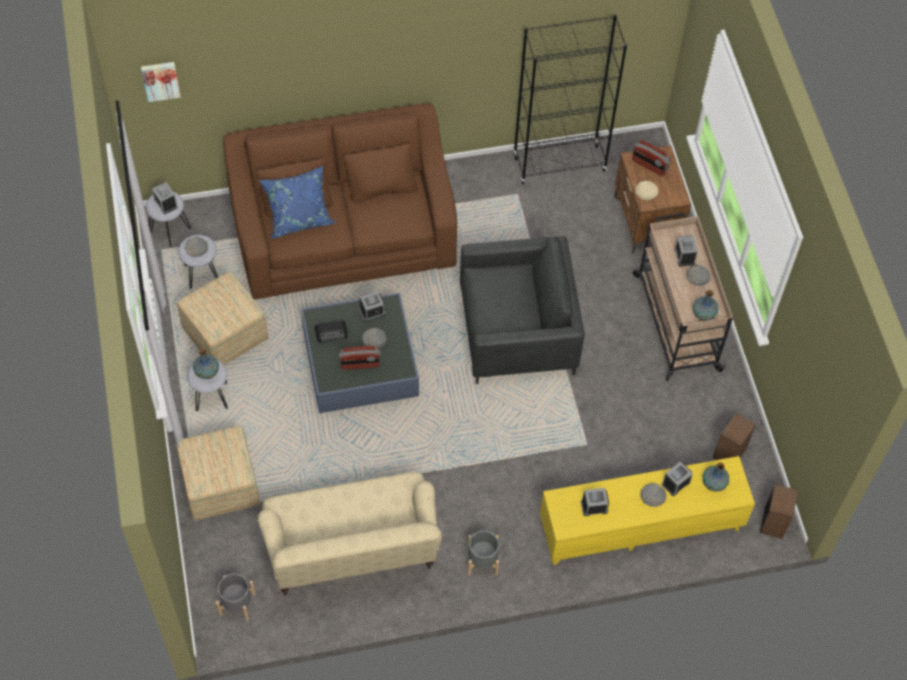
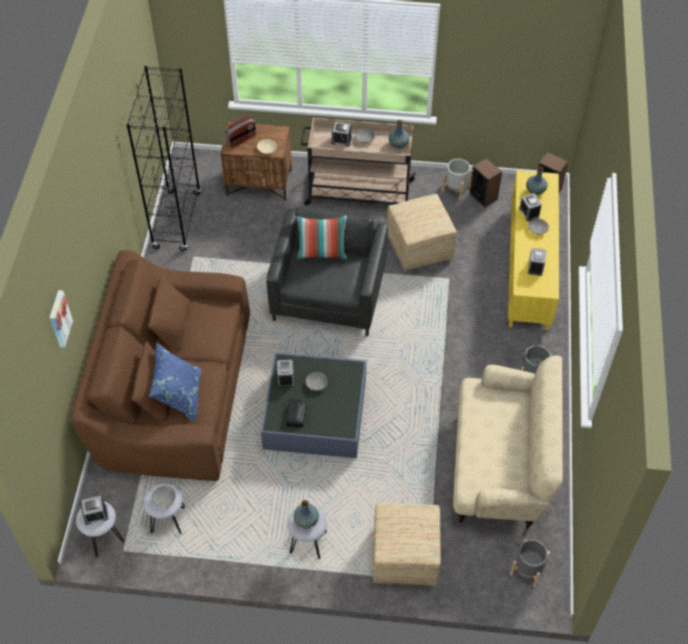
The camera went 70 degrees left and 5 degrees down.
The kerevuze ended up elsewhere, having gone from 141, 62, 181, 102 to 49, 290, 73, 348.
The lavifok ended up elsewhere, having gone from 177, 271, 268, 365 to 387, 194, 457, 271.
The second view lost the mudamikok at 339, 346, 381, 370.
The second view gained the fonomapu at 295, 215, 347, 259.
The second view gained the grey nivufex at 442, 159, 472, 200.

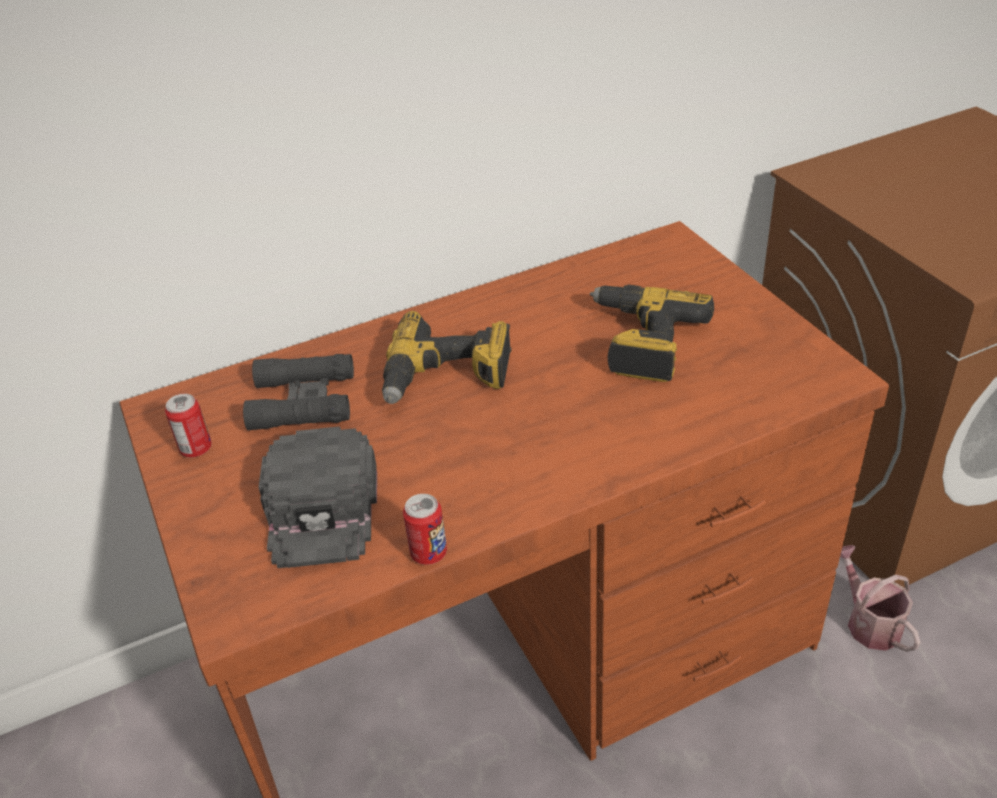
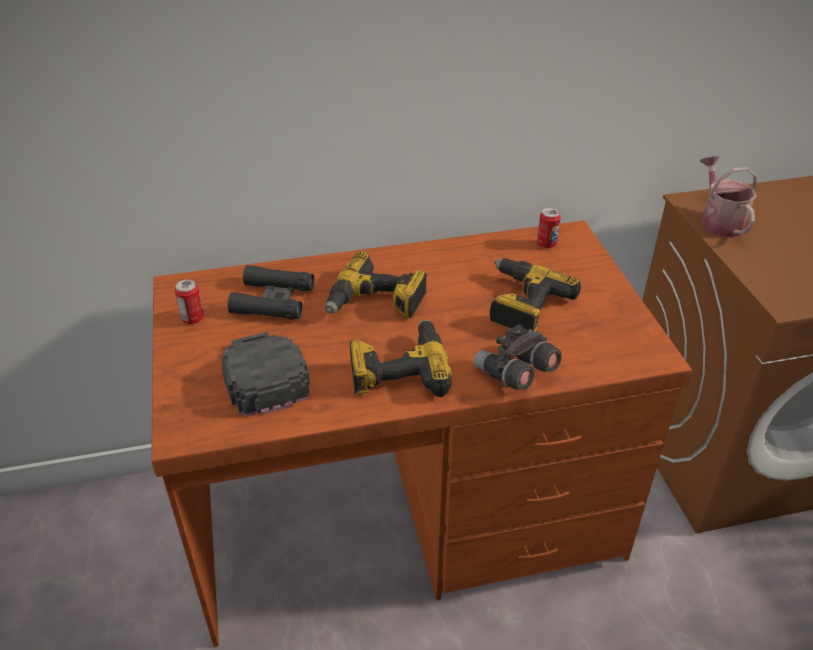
The camera went 10 degrees right and 0 degrees up.
The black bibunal at 258, 427, 377, 568 ended up facing another way, 150 degrees clockwise from before.
The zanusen ended up elsewhere, having gone from 403, 494, 447, 565 to 537, 208, 561, 248.
The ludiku ended up elsewhere, having gone from 840, 545, 921, 652 to 700, 156, 757, 237.
The second view gained the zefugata at 350, 319, 452, 397.
The second view gained the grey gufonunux at 474, 324, 562, 390.

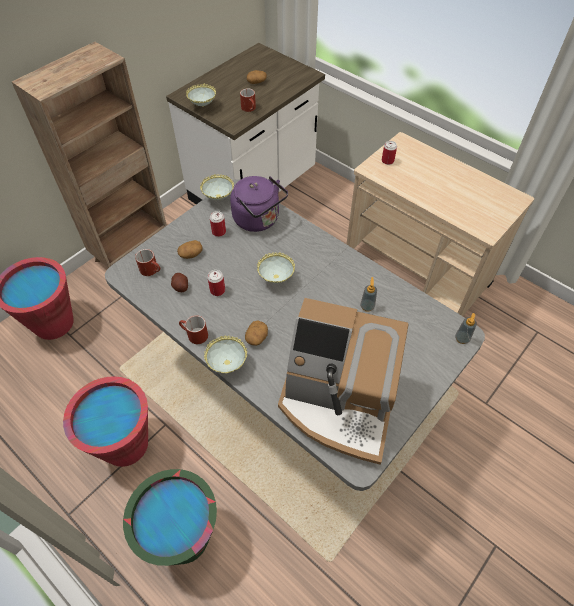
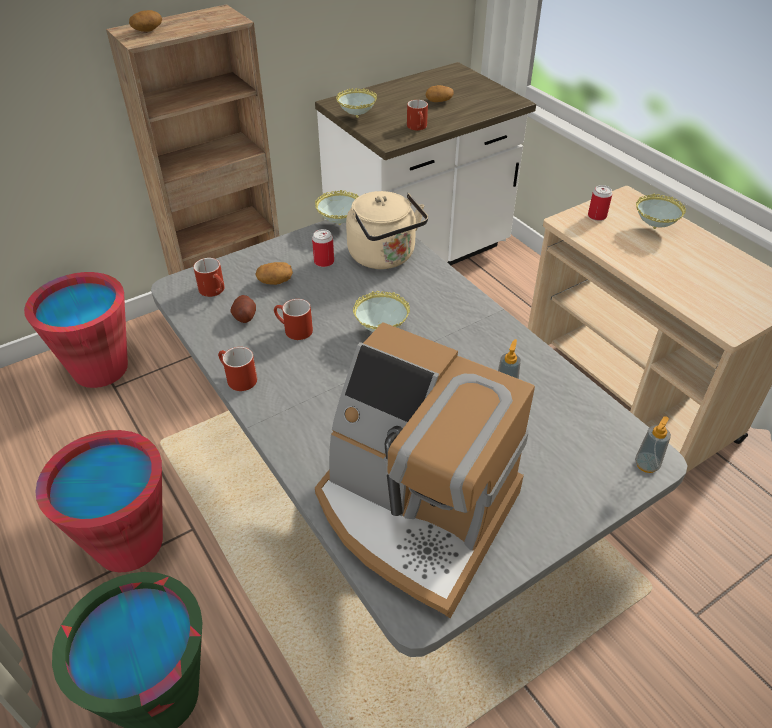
The camera went 15 degrees right and 10 degrees down.
The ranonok ended up elsewhere, having gone from 204, 336, 247, 373 to 636, 194, 686, 229.
Where the zanusen stood at 208, 270, 225, 296, the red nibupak came to stand at 274, 299, 313, 340.
What was the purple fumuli at 230, 176, 288, 232 turned into the beige fumuli at 346, 191, 428, 269.
The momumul ended up elsewhere, having gone from 245, 321, 268, 346 to 129, 10, 162, 32.

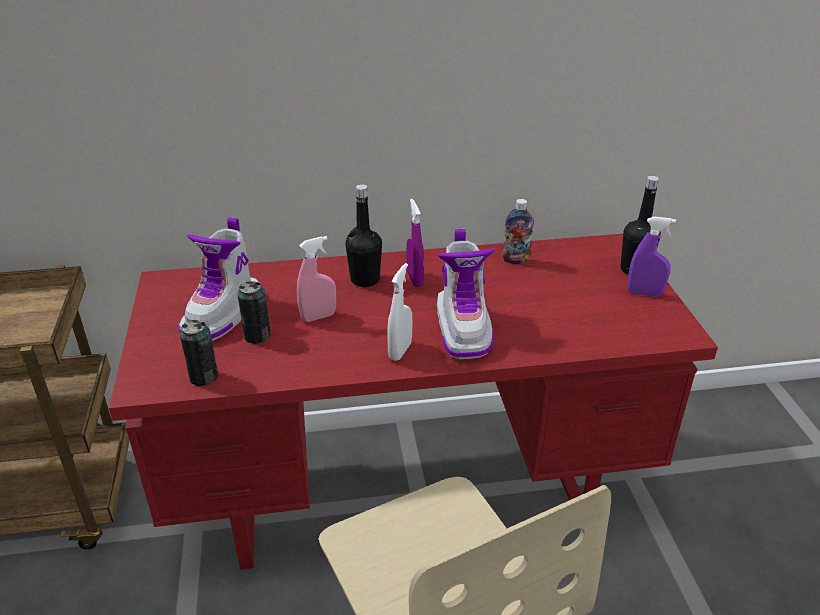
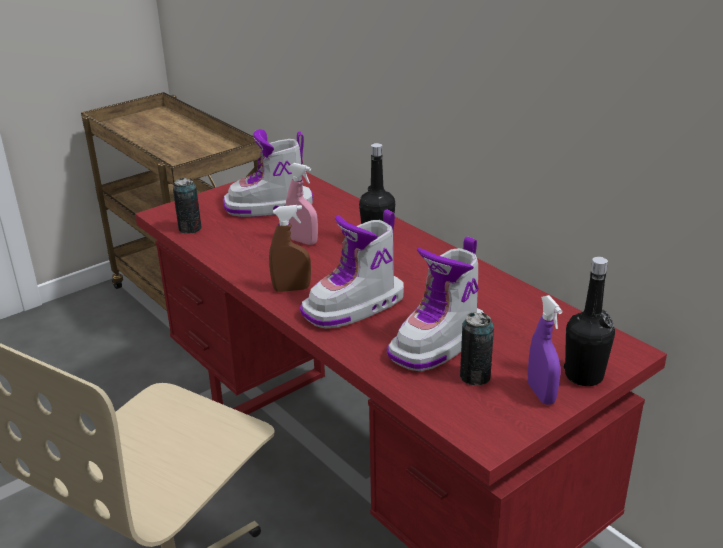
The camera went 60 degrees right and 5 degrees down.
The zanusen ended up elsewhere, having gone from 237, 281, 271, 344 to 460, 312, 494, 385.
What was the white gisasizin at 387, 263, 412, 361 turned into the brown gisasizin at 269, 205, 311, 292.
The second view lost the purple gisasizin at 406, 199, 424, 287.
The second view lost the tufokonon at 502, 199, 534, 264.
The second view gained the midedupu at 387, 236, 484, 371.

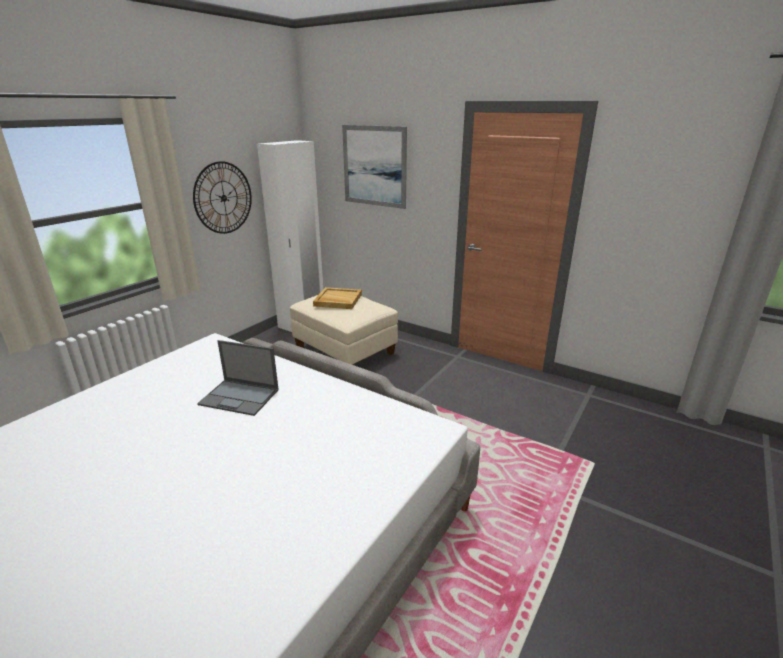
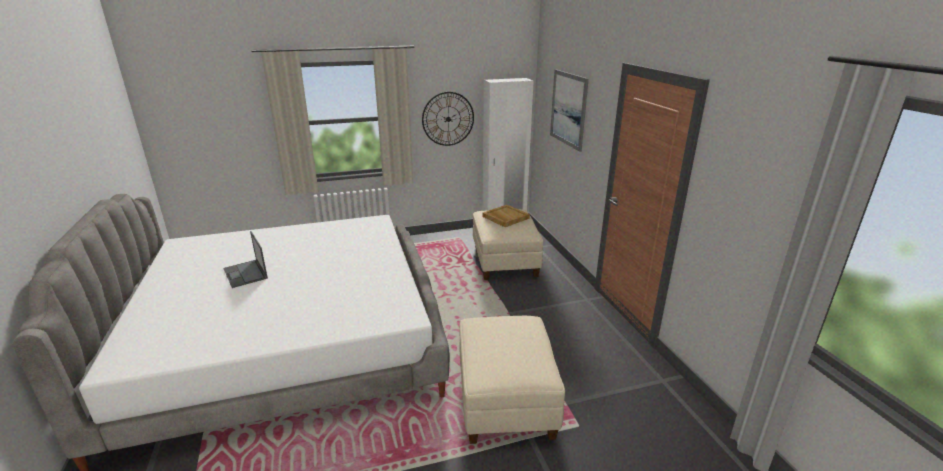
The camera went 40 degrees right and 0 degrees up.
The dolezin ended up elsewhere, having gone from 197, 340, 279, 416 to 224, 231, 268, 288.
The second view gained the beige lavifok at 459, 316, 565, 444.

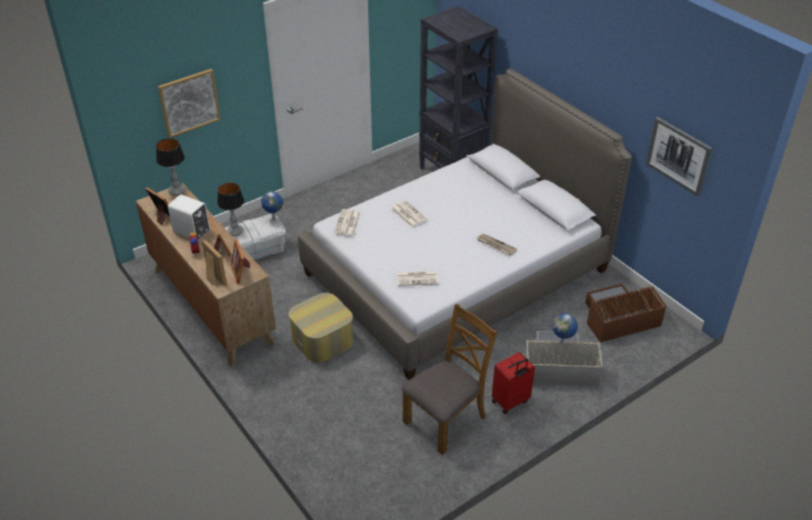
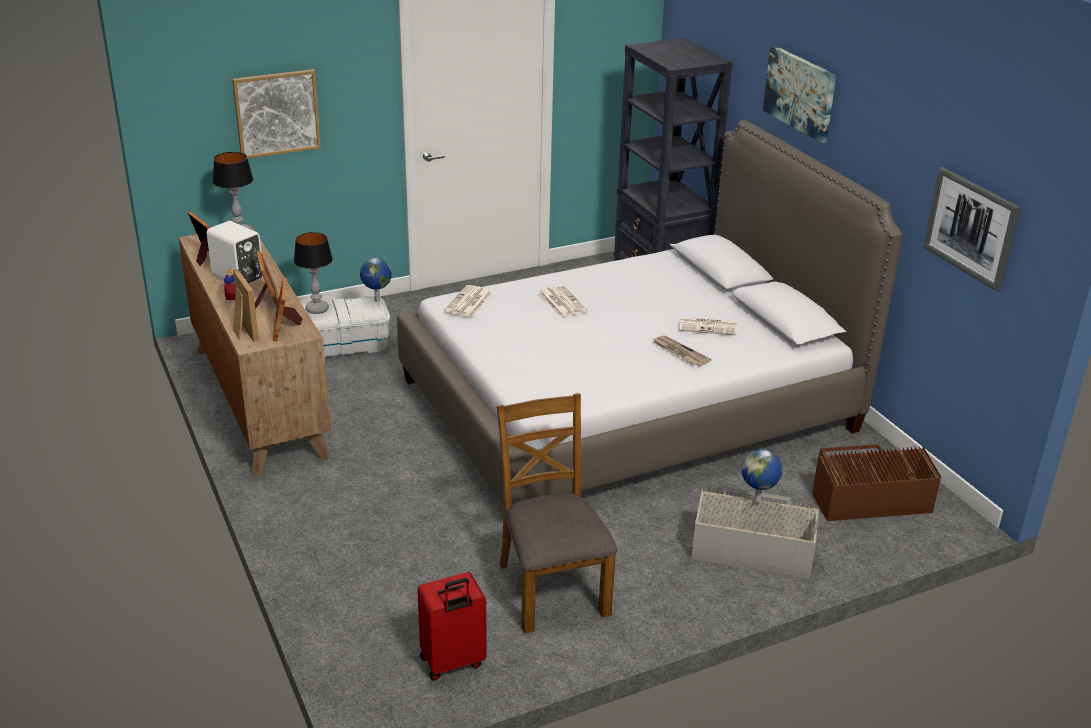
The camera went 10 degrees right and 10 degrees down.
The second view lost the lavifok at 288, 293, 354, 363.
The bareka ended up elsewhere, having gone from 397, 271, 438, 286 to 679, 317, 737, 335.
The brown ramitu at 402, 304, 497, 455 ended up facing another way, 75 degrees counterclockwise from before.
The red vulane ended up elsewhere, having gone from 492, 352, 535, 414 to 417, 572, 487, 681.
The second view gained the kerevuze at 763, 46, 836, 143.

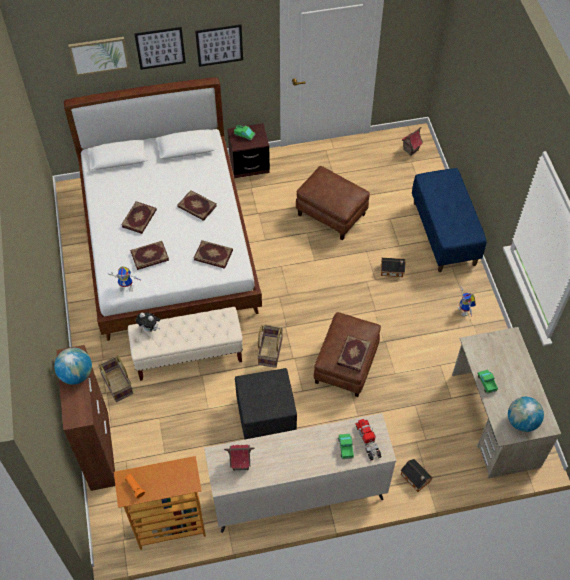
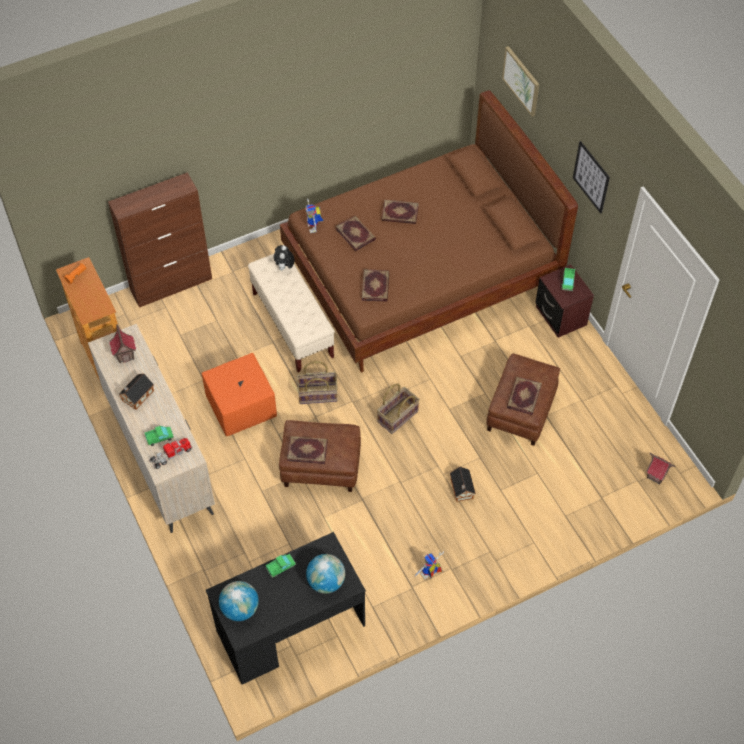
The camera went 75 degrees right and 0 degrees up.
The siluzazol ended up elsewhere, having gone from 54, 348, 92, 384 to 306, 554, 345, 594.
What was the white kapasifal at 64, 77, 262, 341 turned into the brown kapasifal at 280, 90, 578, 372.
The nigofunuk ended up elsewhere, having gone from 98, 356, 133, 402 to 377, 383, 420, 434.
The second view lost the kerevuze at 134, 27, 186, 70.
The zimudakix ended up elsewhere, having gone from 177, 190, 217, 221 to 507, 377, 542, 415.
What was the black lavifok at 235, 368, 297, 439 turned into the orange lavifok at 202, 353, 277, 436.
The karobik ended up elsewhere, having gone from 400, 459, 433, 492 to 118, 374, 154, 410.
The second view lost the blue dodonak at 412, 168, 487, 272.
What was the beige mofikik at 452, 327, 561, 478 turned into the black mofikik at 206, 532, 366, 685.

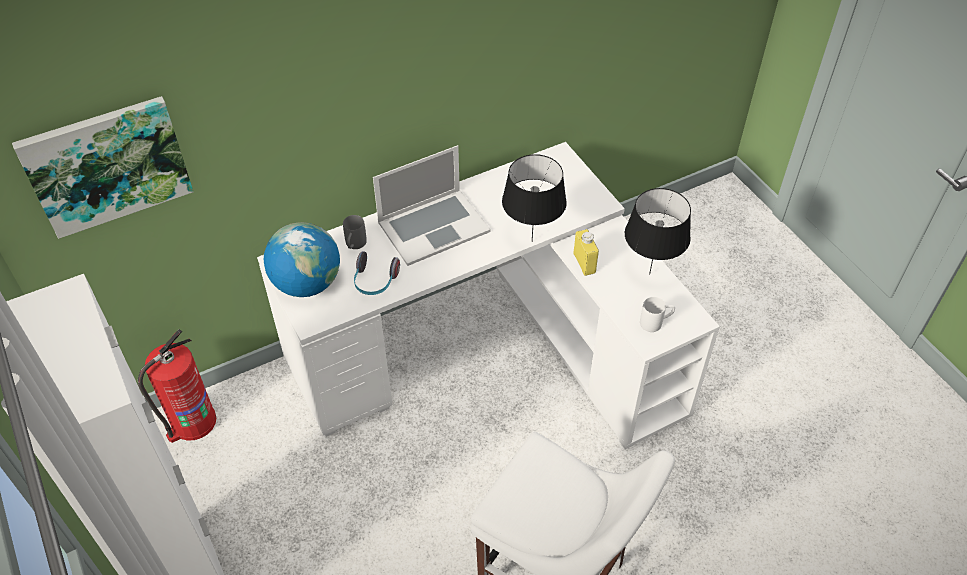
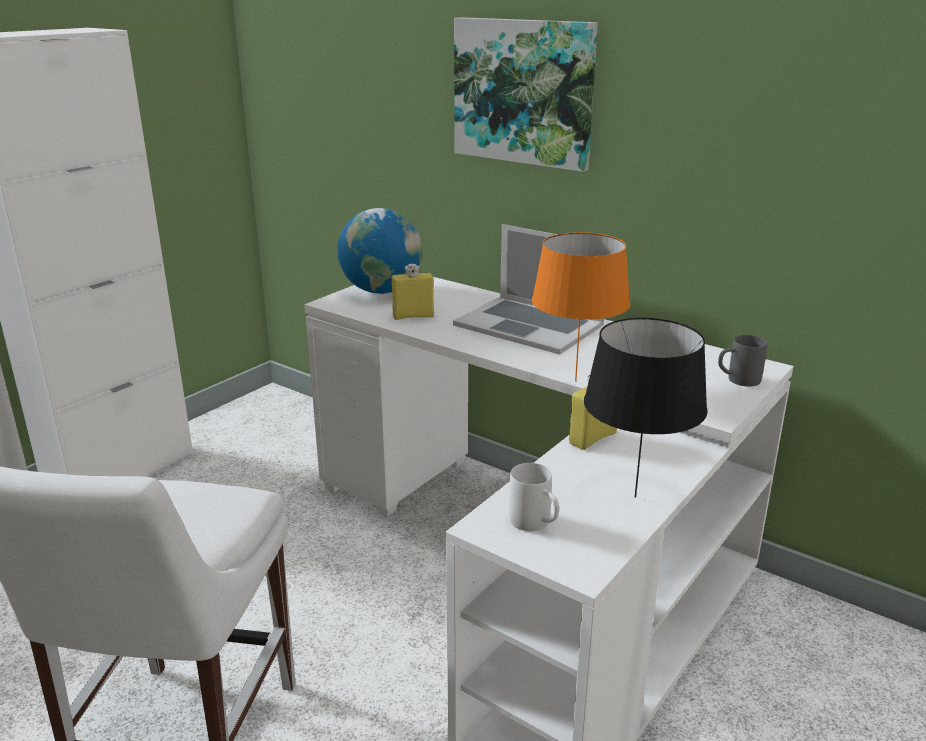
The camera went 65 degrees right and 25 degrees down.
The kerevuze ended up elsewhere, having gone from 12, 96, 194, 239 to 454, 17, 598, 172.
The second view lost the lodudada at 138, 329, 216, 443.
The grey nibupak ended up elsewhere, having gone from 343, 215, 367, 249 to 718, 335, 767, 387.
Where the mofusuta stood at 354, 251, 400, 295, the yellow tufokonon came to stand at 391, 264, 434, 320.
What was the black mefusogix at 502, 154, 567, 241 turned into the orange mefusogix at 532, 232, 630, 382.

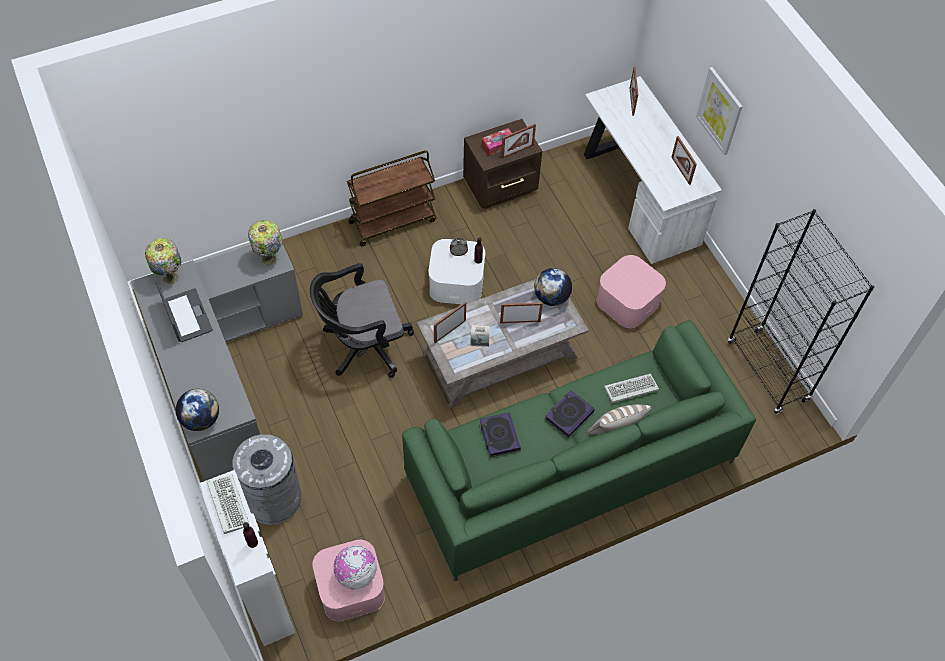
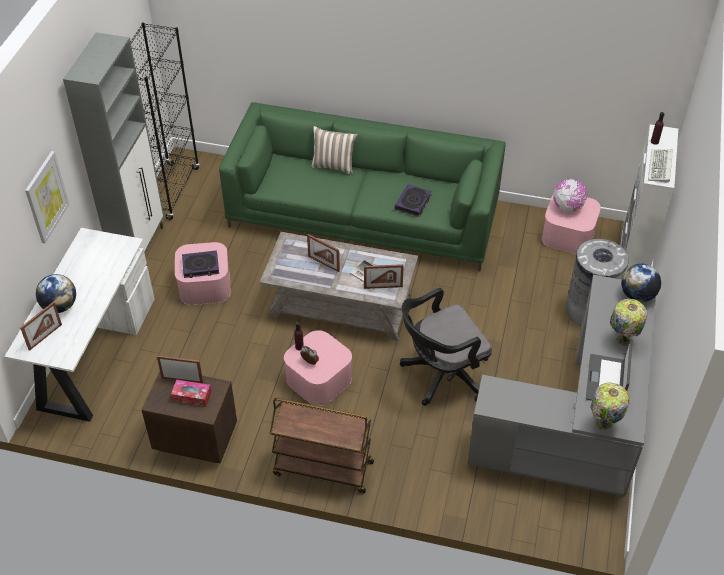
The camera went 140 degrees left and 10 degrees down.
The mefusogix ended up elsewhere, having gone from 248, 220, 283, 265 to 610, 299, 647, 347.
The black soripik at 310, 263, 414, 378 ended up facing another way, 135 degrees clockwise from before.
What was the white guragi at 429, 239, 485, 304 turned into the pink guragi at 284, 330, 352, 406.
The siluzazol ended up elsewhere, having gone from 534, 268, 572, 306 to 36, 274, 76, 313.
The zimudakix ended up elsewhere, having gone from 545, 390, 594, 438 to 182, 250, 219, 278.
The second view lost the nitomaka at 604, 373, 659, 403.
The second view lost the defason at 672, 136, 697, 185.
The second view gained the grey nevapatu at 63, 32, 164, 253.

